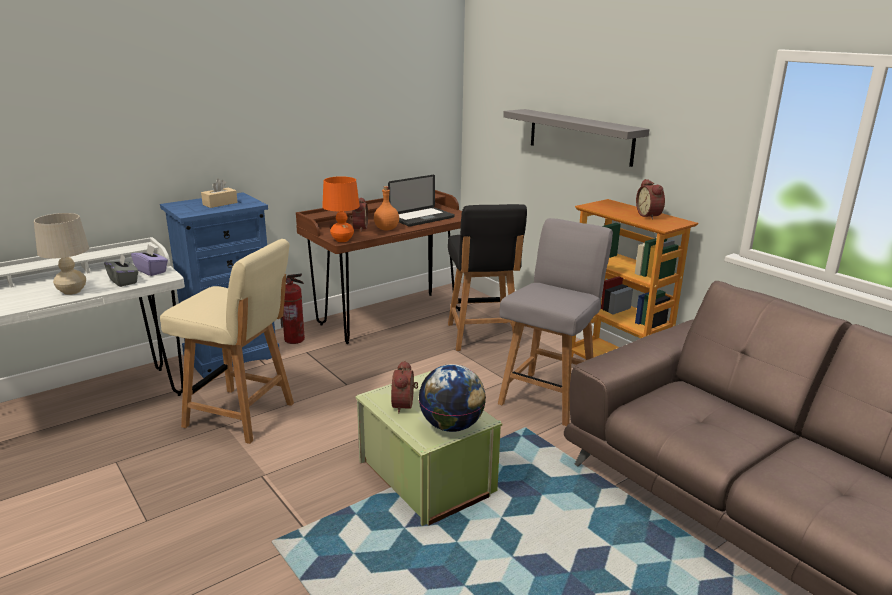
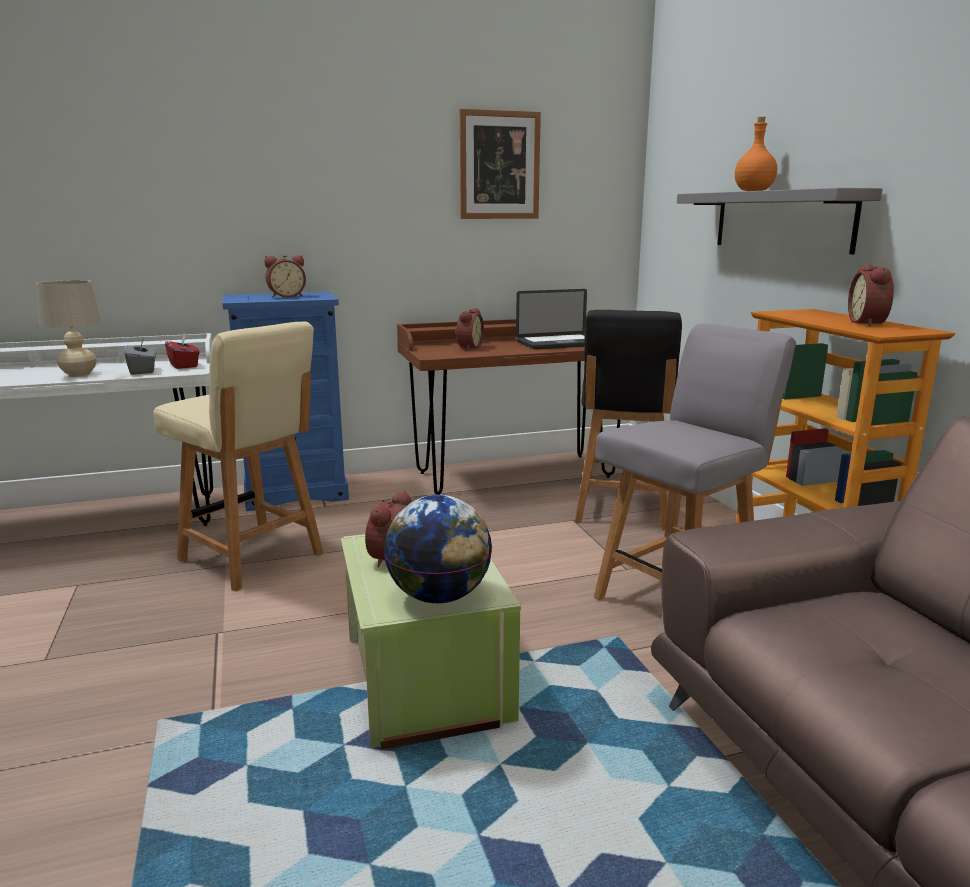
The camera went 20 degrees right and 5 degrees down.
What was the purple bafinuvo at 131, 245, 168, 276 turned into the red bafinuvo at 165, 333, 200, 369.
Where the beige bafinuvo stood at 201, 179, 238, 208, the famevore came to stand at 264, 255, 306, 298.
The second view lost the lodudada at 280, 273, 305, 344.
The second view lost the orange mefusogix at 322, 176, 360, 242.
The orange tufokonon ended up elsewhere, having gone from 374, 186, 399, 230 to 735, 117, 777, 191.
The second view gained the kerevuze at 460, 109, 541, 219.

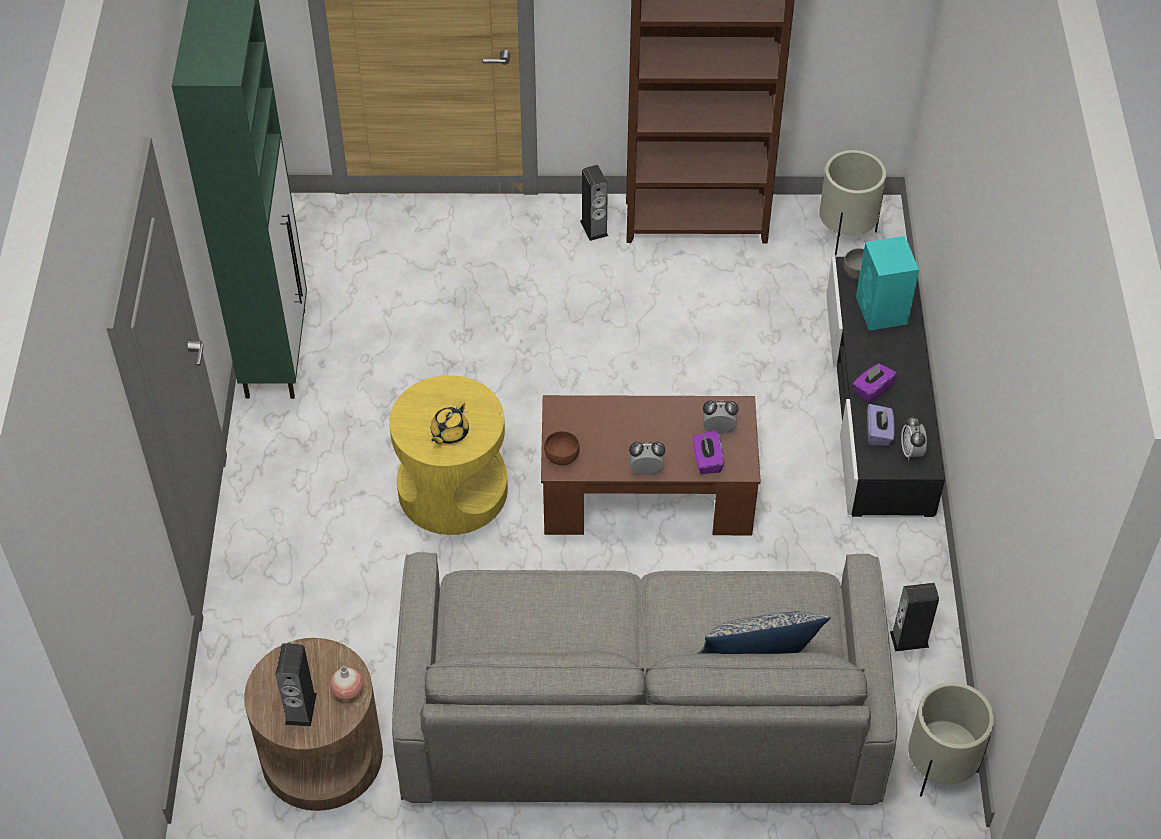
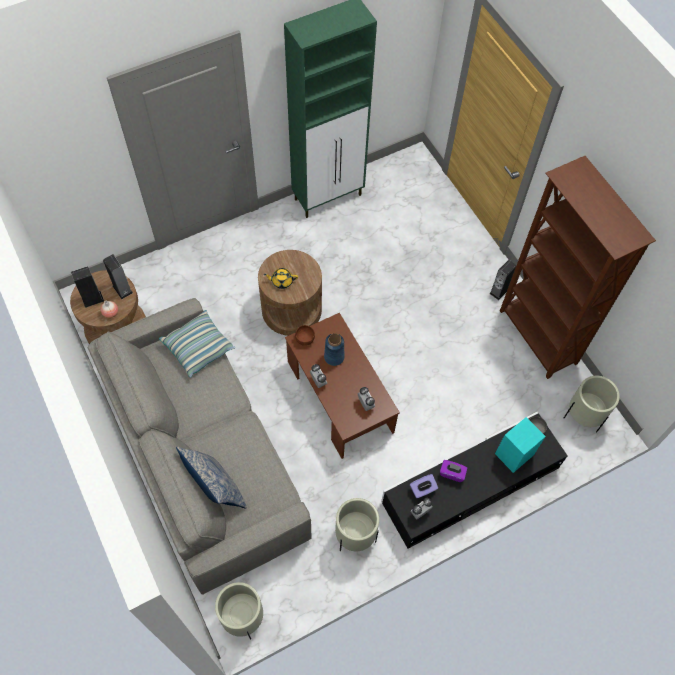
The camera went 60 degrees right and 10 degrees up.
What was the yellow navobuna at 389, 375, 508, 535 turned into the brown navobuna at 258, 250, 322, 336.
The second view lost the purple bafinuvo at 693, 430, 724, 474.
The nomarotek ended up elsewhere, having gone from 890, 583, 939, 652 to 103, 254, 133, 299.
The second view gained the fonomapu at 159, 310, 235, 378.
The second view gained the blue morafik at 324, 333, 345, 366.
The second view gained the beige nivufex at 335, 498, 379, 551.

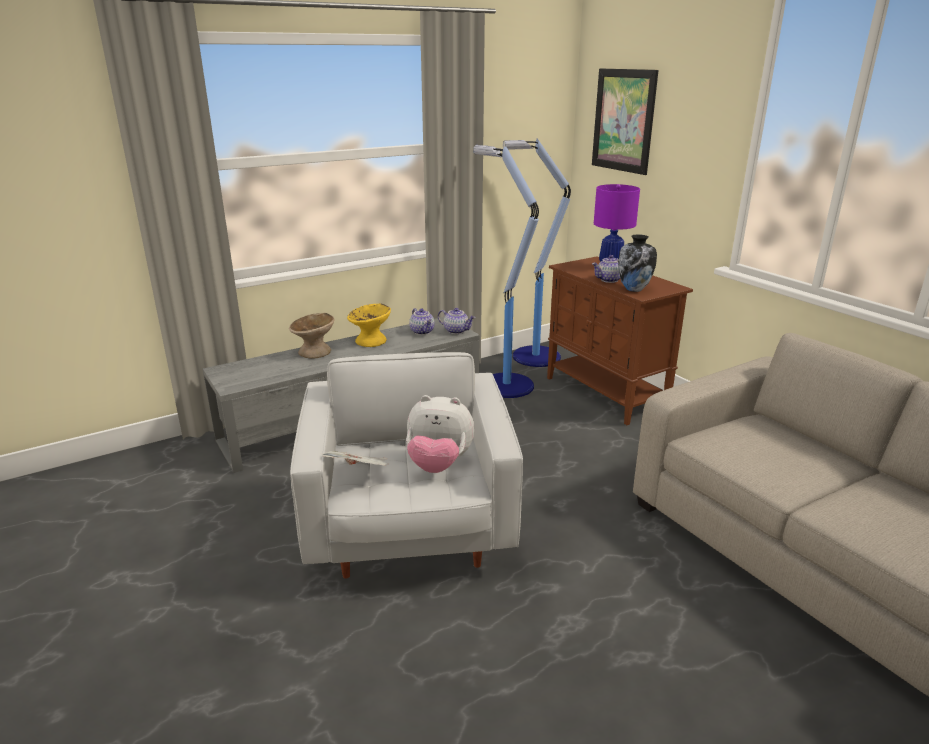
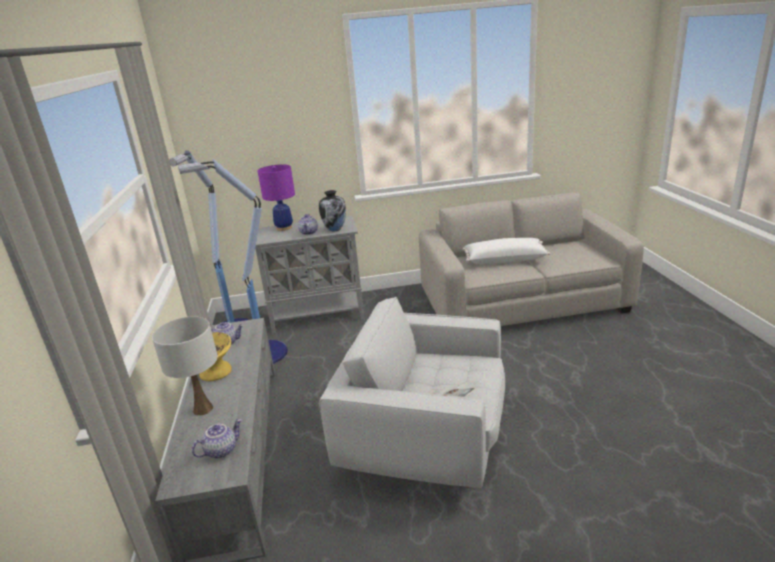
The camera went 65 degrees left and 0 degrees up.
Where the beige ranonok stood at 289, 313, 335, 359, the white mefusogix came to stand at 152, 316, 218, 416.
The second view lost the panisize at 406, 395, 474, 473.
The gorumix ended up elsewhere, having gone from 438, 308, 475, 334 to 191, 419, 242, 459.
What was the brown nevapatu at 547, 257, 693, 425 turned into the grey nevapatu at 255, 216, 364, 334.
The second view lost the kerevuze at 592, 69, 659, 175.
The second view gained the white fonomapu at 462, 238, 550, 264.

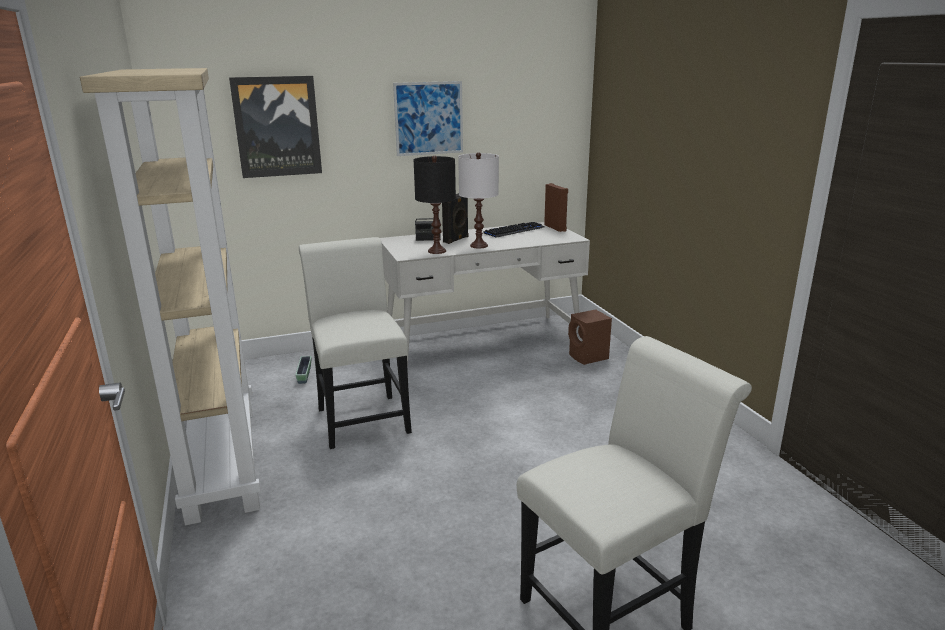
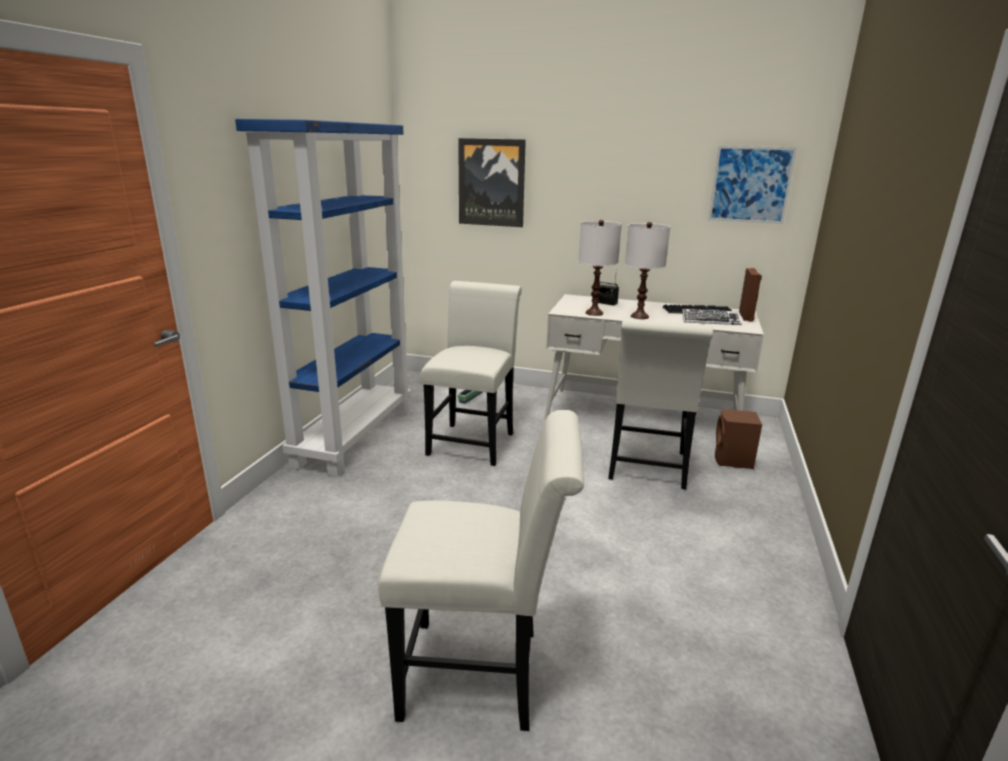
The camera went 35 degrees right and 0 degrees up.
What was the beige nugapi at 80, 68, 261, 525 turned into the blue nugapi at 235, 119, 411, 477.
The kerevuze ended up elsewhere, having gone from 393, 81, 463, 156 to 708, 146, 797, 224.
What was the black mefusogix at 414, 155, 456, 254 turned into the white mefusogix at 579, 220, 622, 316.
The second view lost the black nomarotek at 442, 193, 469, 244.
The second view gained the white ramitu at 608, 319, 713, 489.
The second view gained the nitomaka at 682, 309, 742, 325.

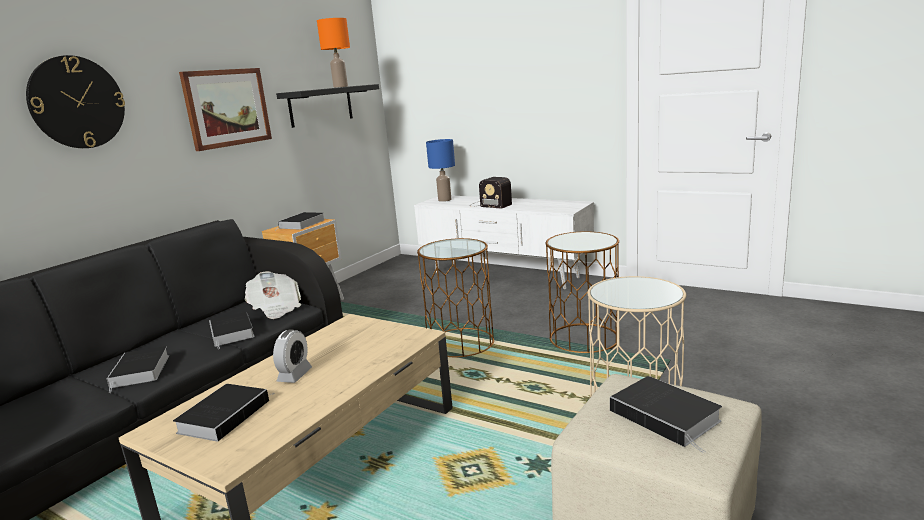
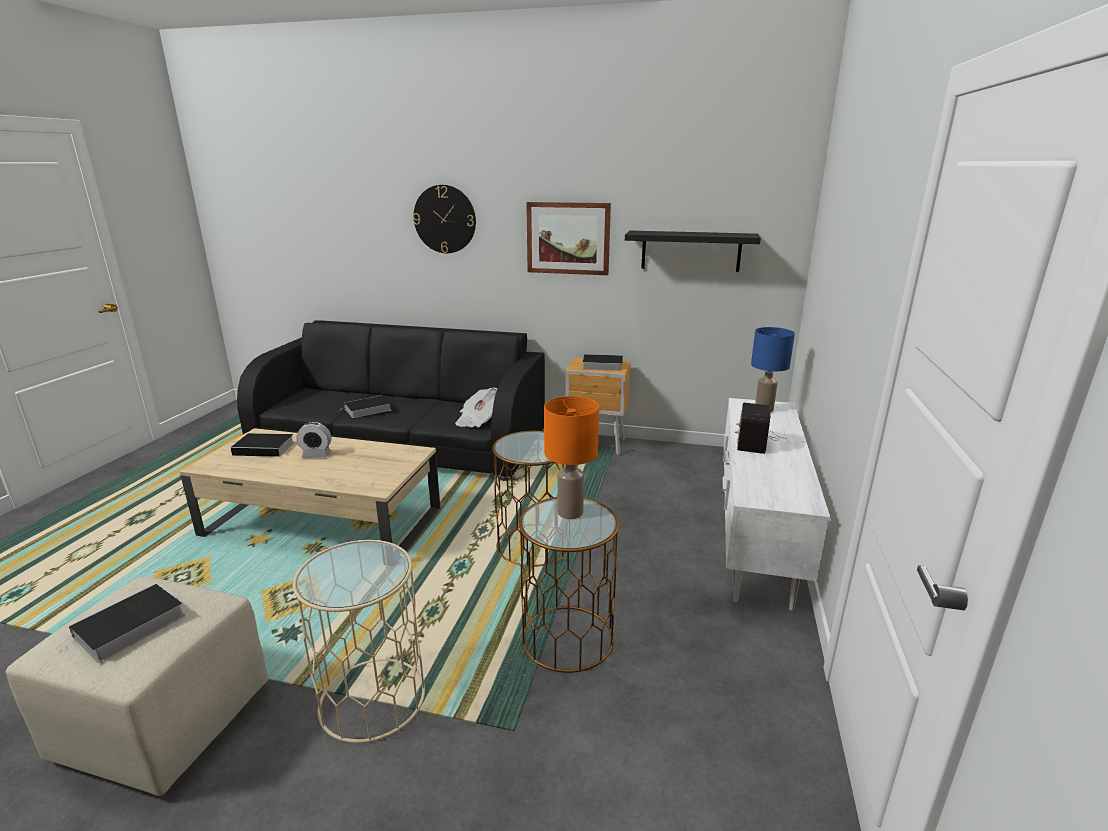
The camera went 70 degrees right and 5 degrees up.
The second view lost the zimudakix at 209, 312, 255, 350.
The orange mefusogix ended up elsewhere, having gone from 317, 18, 350, 88 to 544, 396, 599, 519.

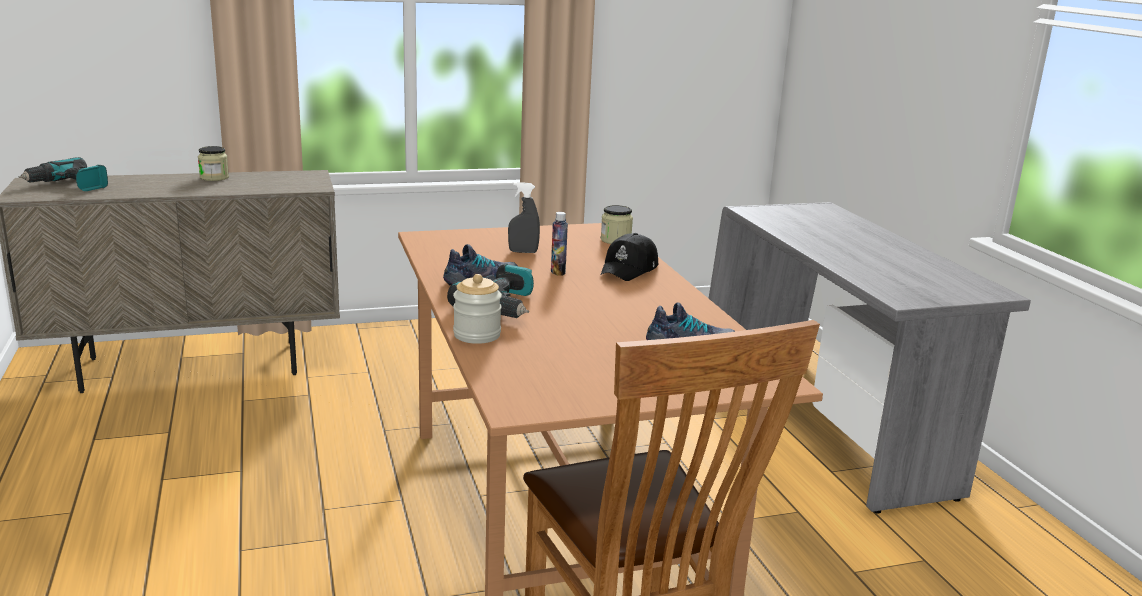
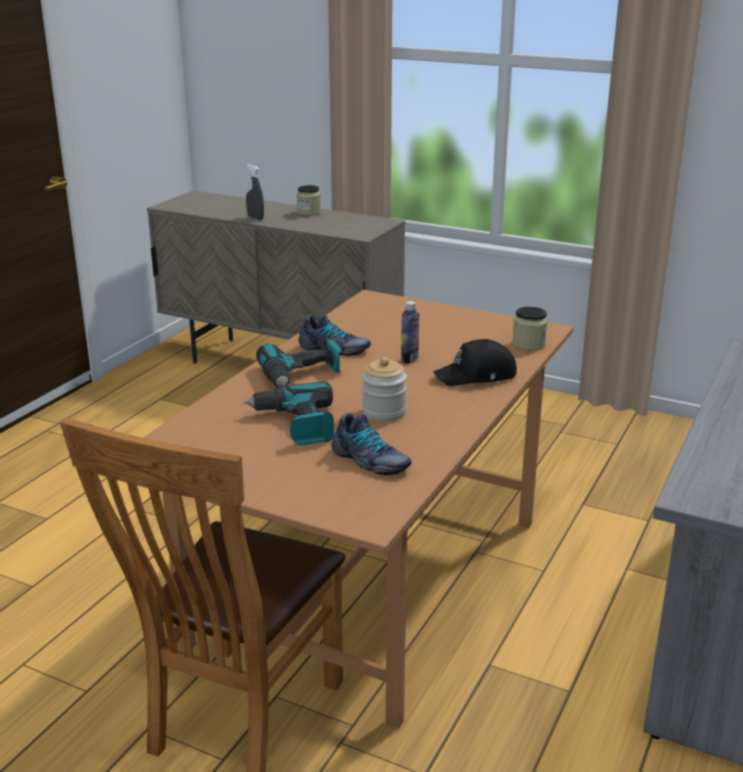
The camera went 45 degrees right and 5 degrees up.
The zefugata ended up elsewhere, having gone from 19, 157, 108, 191 to 244, 382, 334, 445.
The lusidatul ended up elsewhere, having gone from 453, 274, 502, 344 to 362, 357, 407, 422.
The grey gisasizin ended up elsewhere, having gone from 508, 182, 540, 253 to 246, 164, 264, 220.

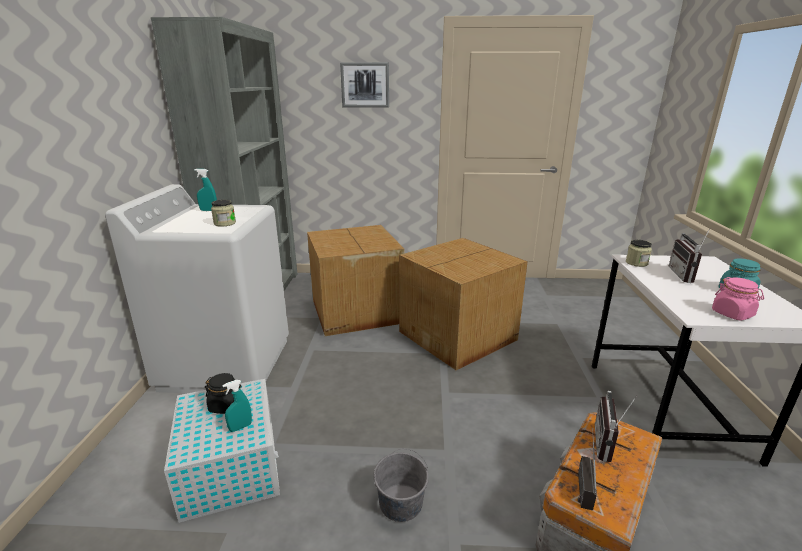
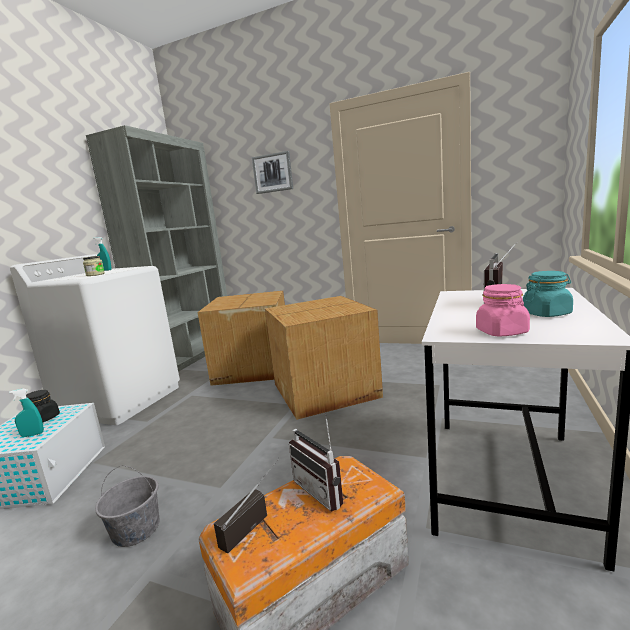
The camera went 20 degrees right and 10 degrees down.
The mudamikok at 595, 391, 637, 462 ended up facing another way, 75 degrees counterclockwise from before.
The second view lost the lusidatul at 626, 240, 652, 267.

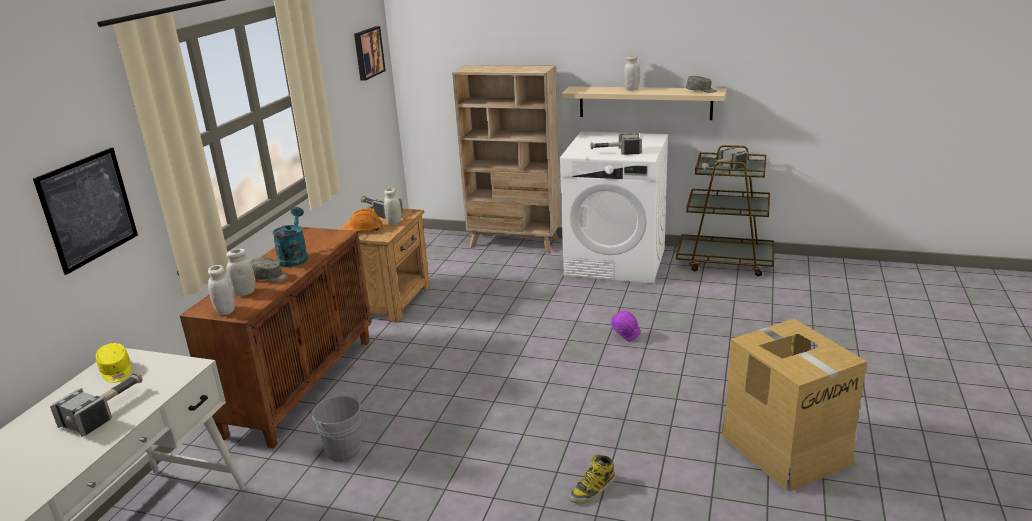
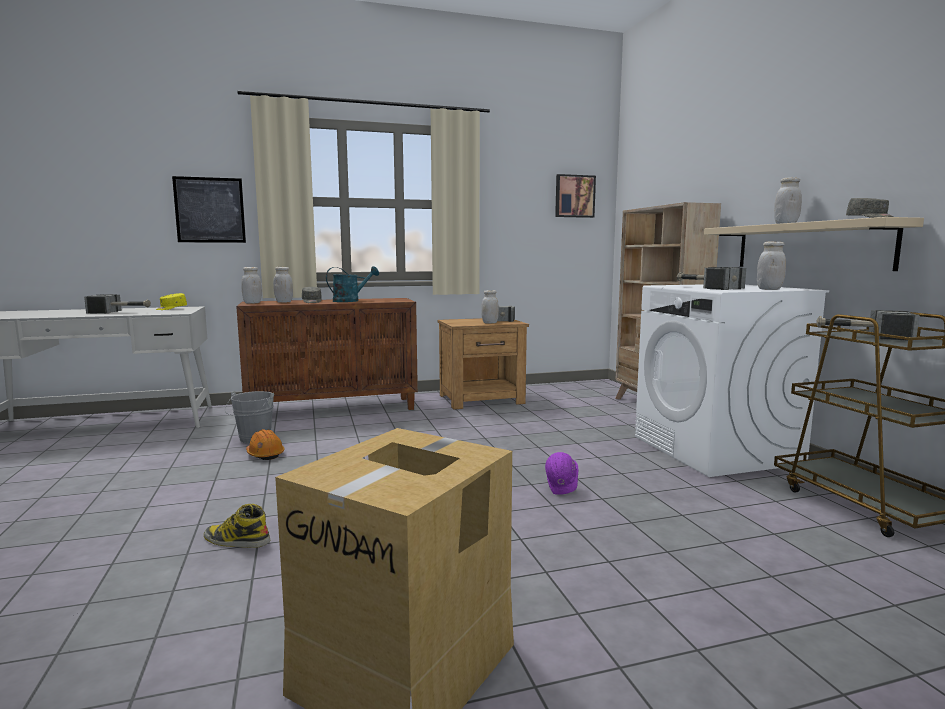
The camera went 55 degrees right and 15 degrees down.
The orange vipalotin ended up elsewhere, having gone from 344, 209, 383, 231 to 246, 429, 285, 460.
The second view gained the white lusidatul at 757, 241, 786, 290.

